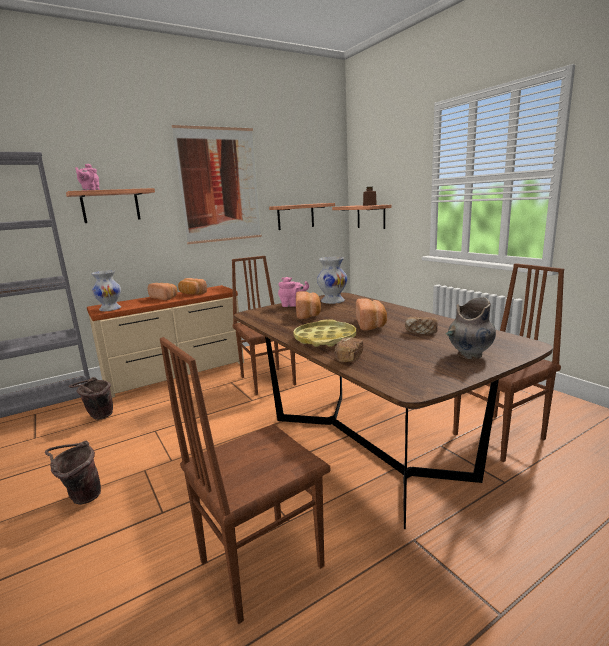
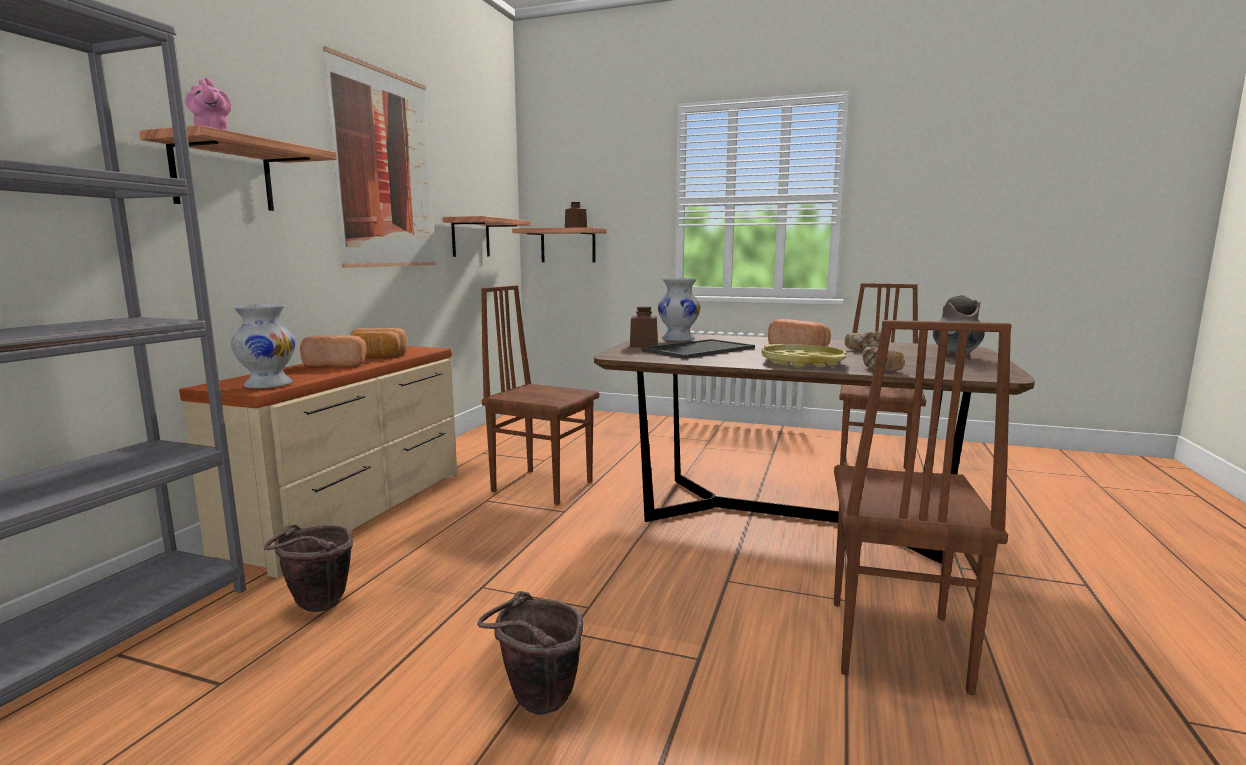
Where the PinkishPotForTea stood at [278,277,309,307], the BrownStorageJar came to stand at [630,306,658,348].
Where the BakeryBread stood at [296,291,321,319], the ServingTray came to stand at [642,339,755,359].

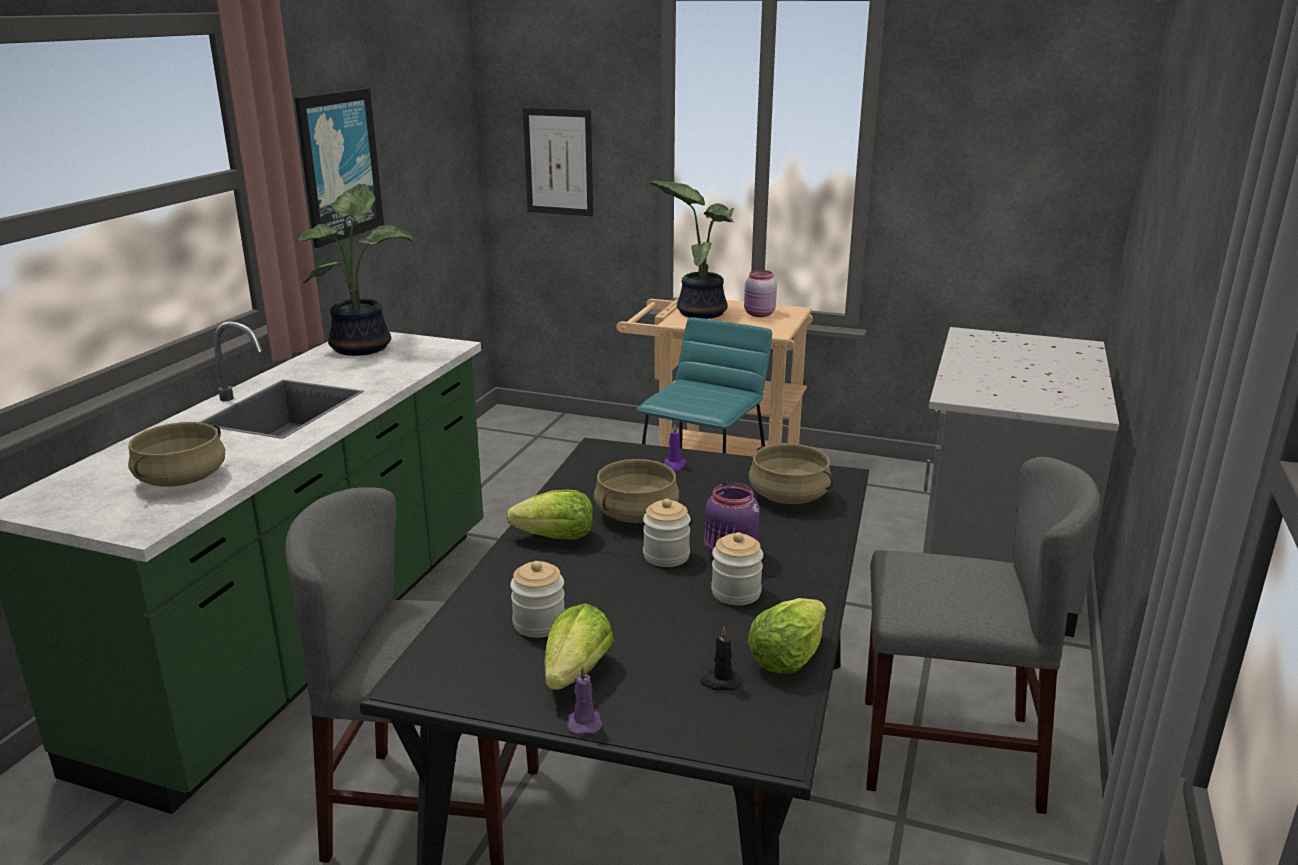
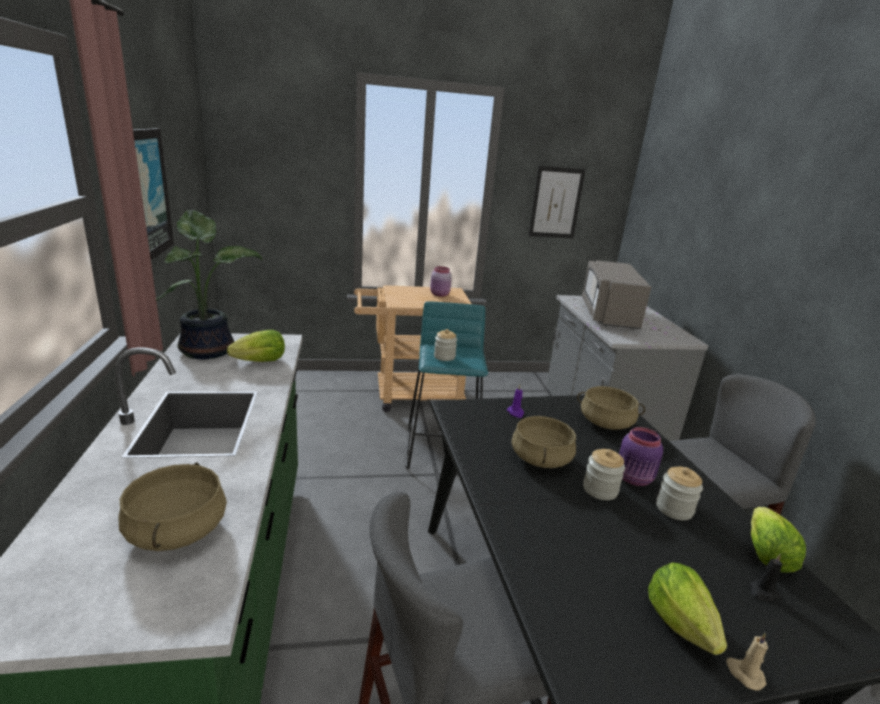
The WallPicture ended up elsewhere, having gone from [523,108,593,216] to [528,166,586,238].
The second view lost the Houseplant at [648,180,734,319].
The LettuceHead ended up elsewhere, having gone from [507,490,593,540] to [227,330,285,362].
The StorageJar ended up elsewhere, having gone from [510,561,565,638] to [434,329,457,361].
What was the PurpleColouredWaxLight at [567,666,603,735] turned into the BeigeWaxLight at [726,633,768,691].
The second view gained the GrayMicrowave at [582,260,651,329].

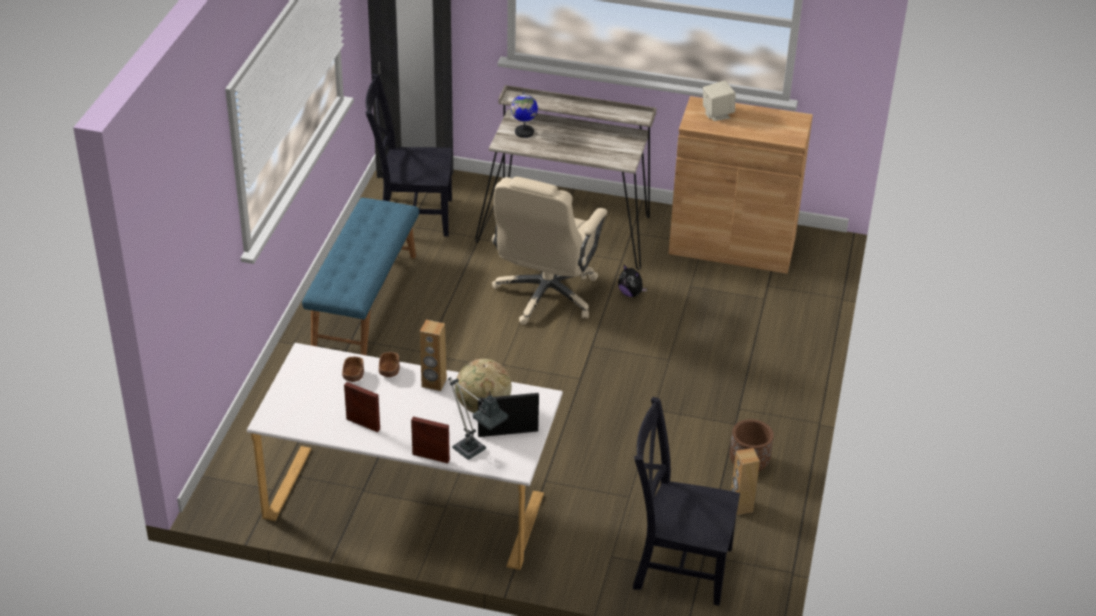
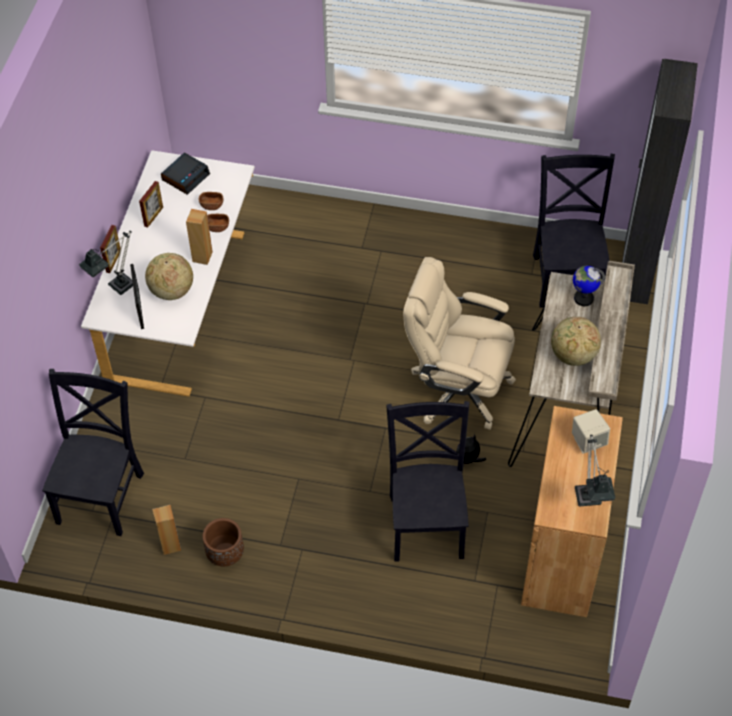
The second view lost the BluishLongSeat at [302,198,419,356].
The second view gained the AlarmClock at [161,153,210,195].
The second view gained the DeskGlobe at [551,317,601,366].
The second view gained the BlackChair at [386,401,470,562].
The second view gained the LampForATable at [575,434,615,506].

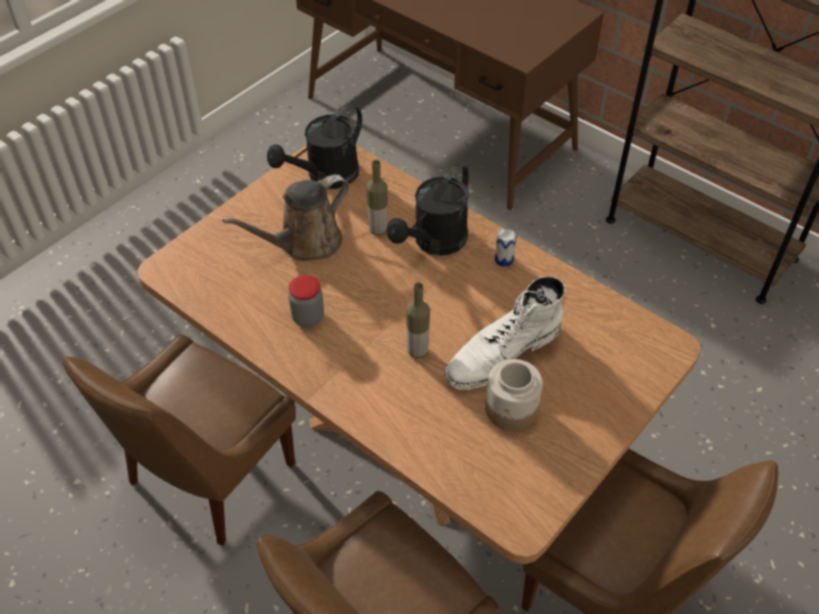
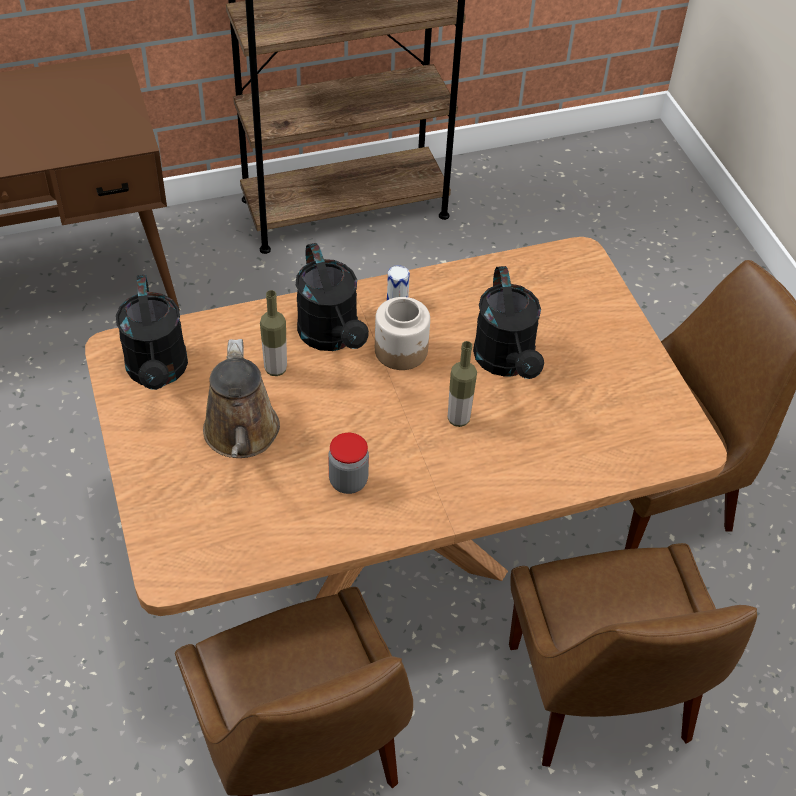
Where the WhitishHighTopBoot stood at [444,276,565,390], the BlackSprinklingCan came to stand at [473,266,544,379].
The StorageJar ended up elsewhere, having gone from [485,359,543,431] to [375,297,430,370].

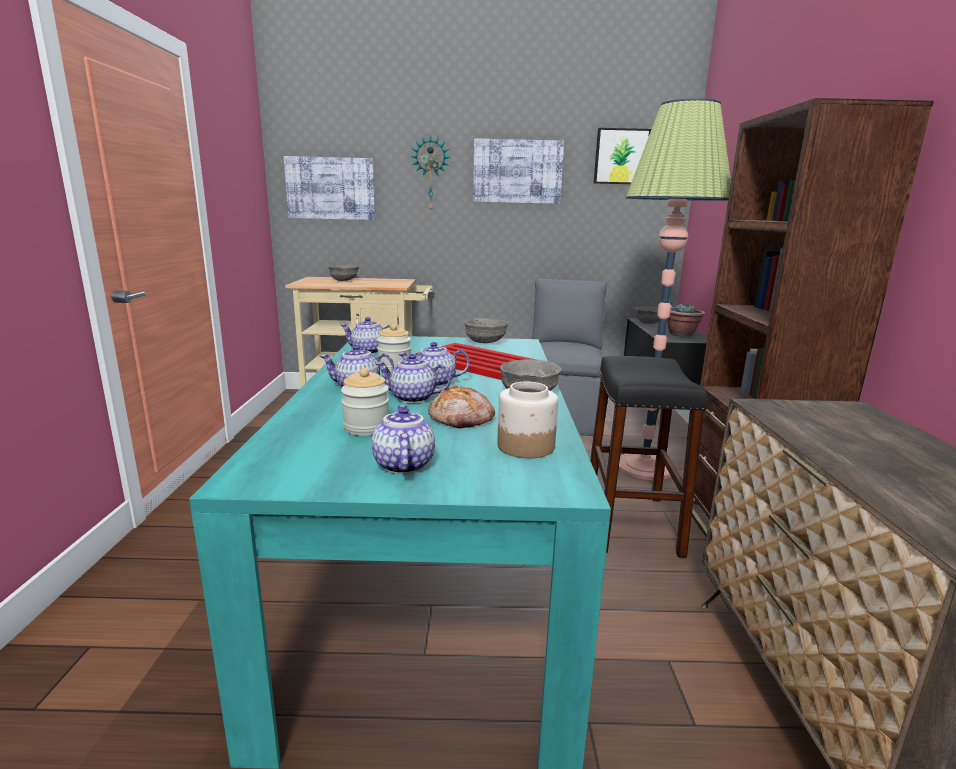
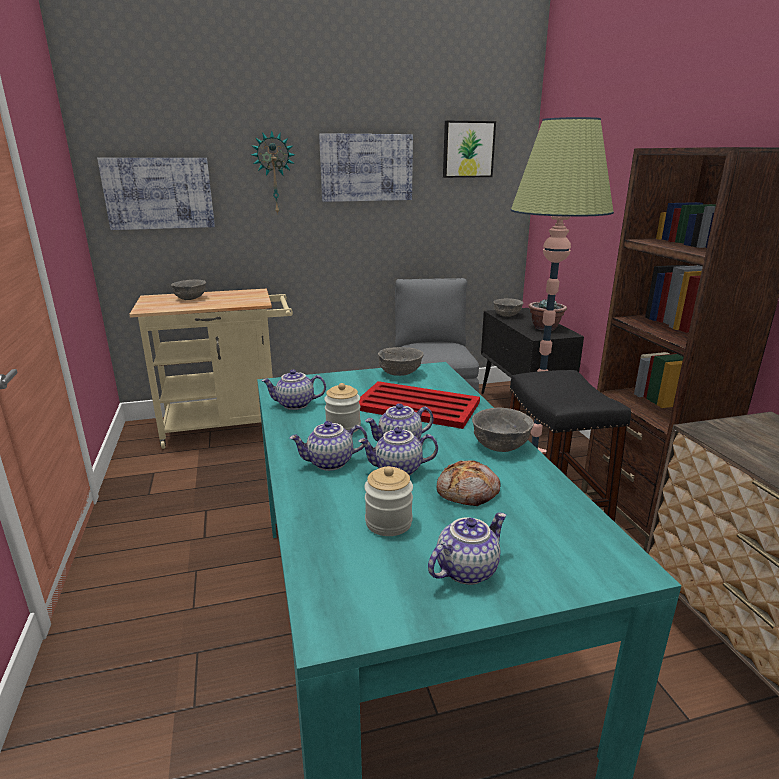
The second view lost the StorageJar at [497,381,558,458].
The PotForTea at [372,405,435,474] ended up facing another way, 75 degrees clockwise from before.

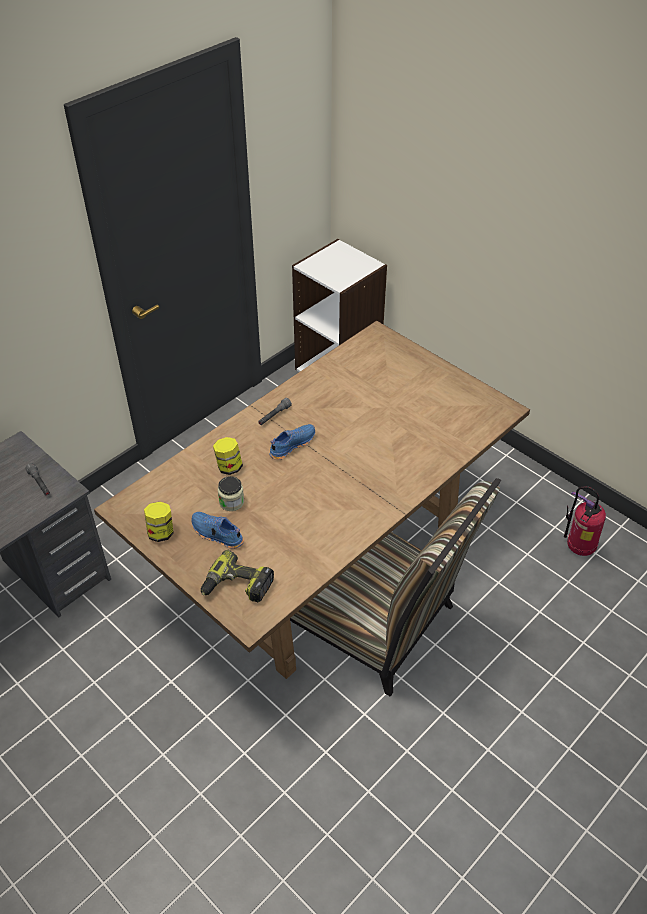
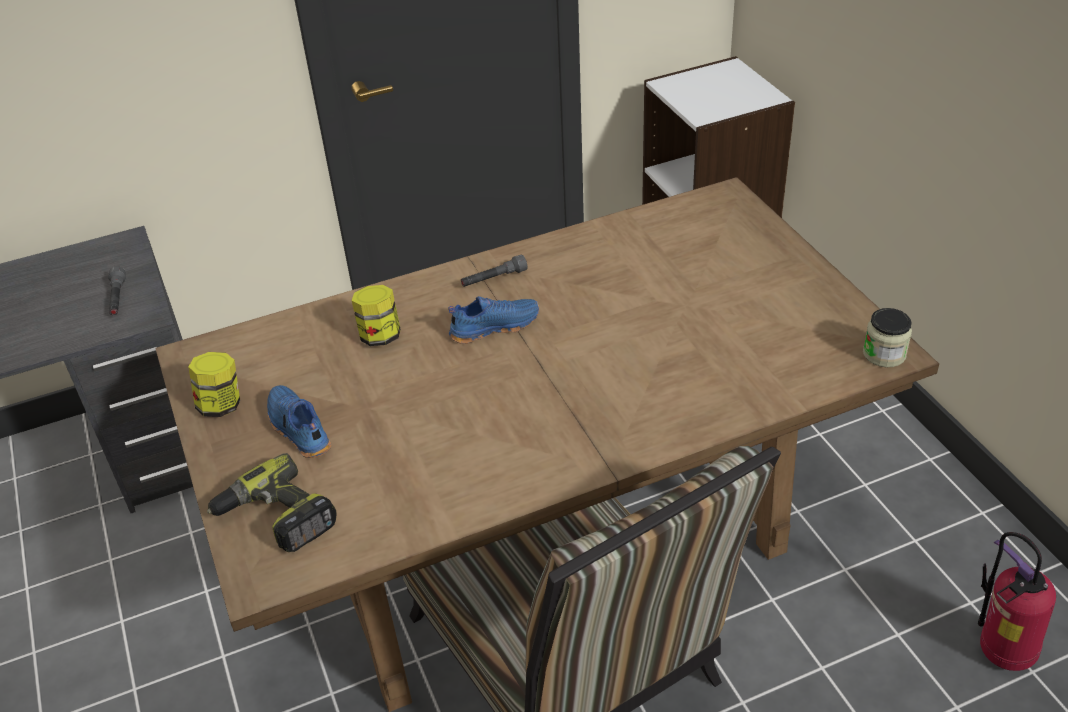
The StorageJar ended up elsewhere, having gone from [218,476,244,511] to [863,308,912,367].

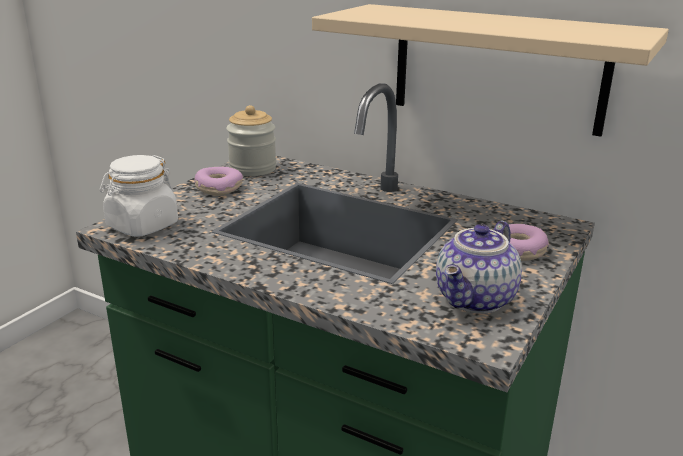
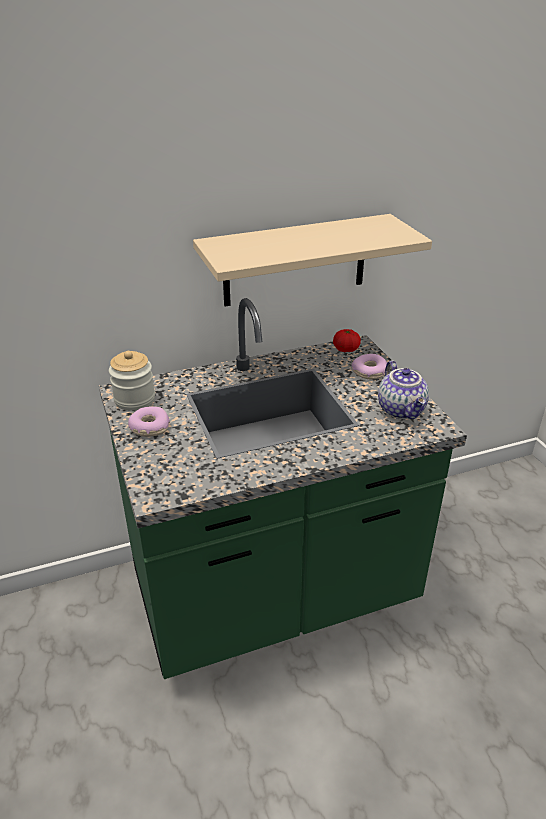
The second view lost the WhitishStorageJar at [100,155,178,237].
The second view gained the FreshTomato at [333,329,361,352].

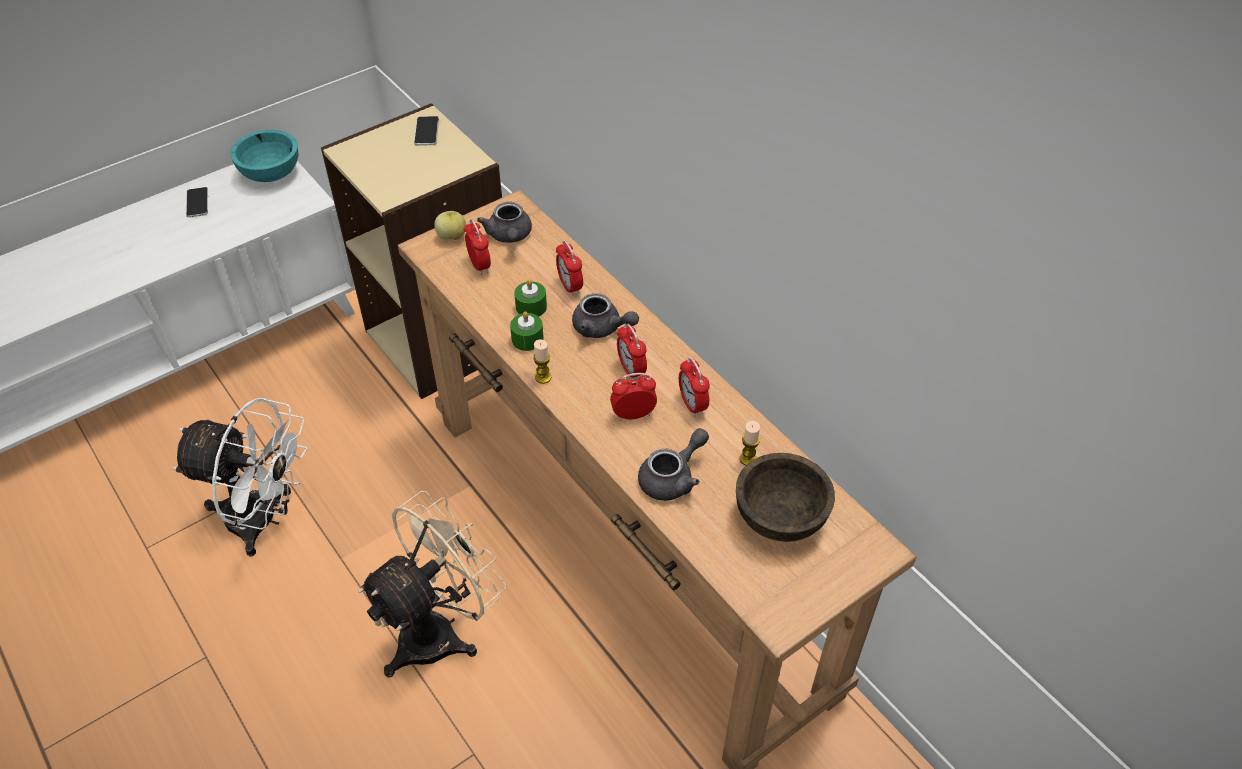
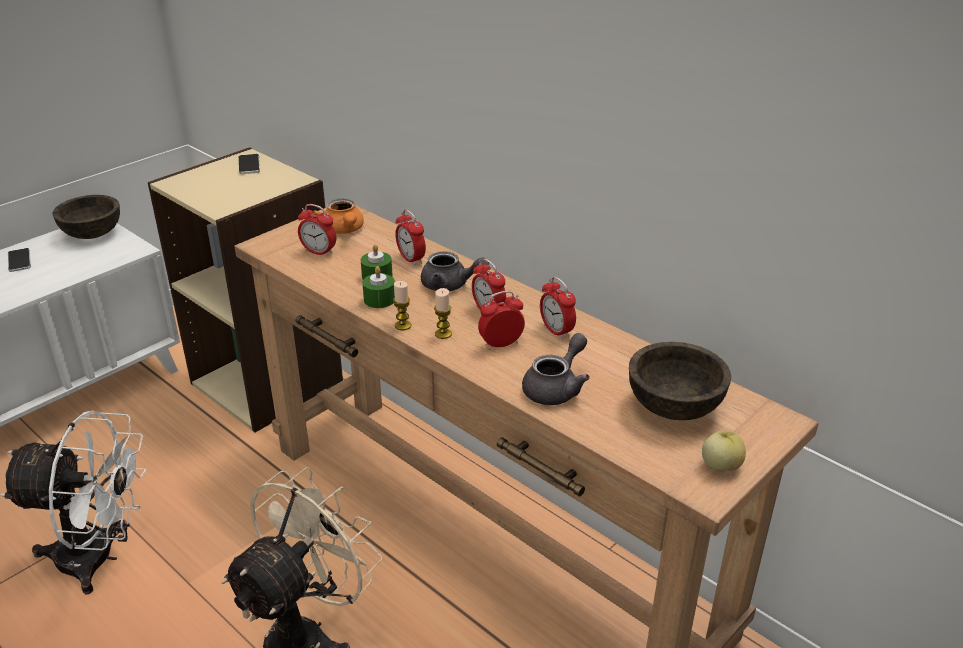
What was the TurquoiseColouredBowl at [230,130,299,182] turned into the BrownBowl at [52,195,120,239].
What was the GrayPotForTea at [477,202,532,243] turned into the OrangeColouredPotForTea at [313,198,364,234].
The WholeApple ended up elsewhere, having gone from [434,211,466,240] to [702,430,746,471].
The AlarmClock at [464,219,491,275] ended up facing another way, 150 degrees clockwise from before.
The WaxLight ended up elsewhere, having gone from [740,421,760,466] to [434,288,452,339].

